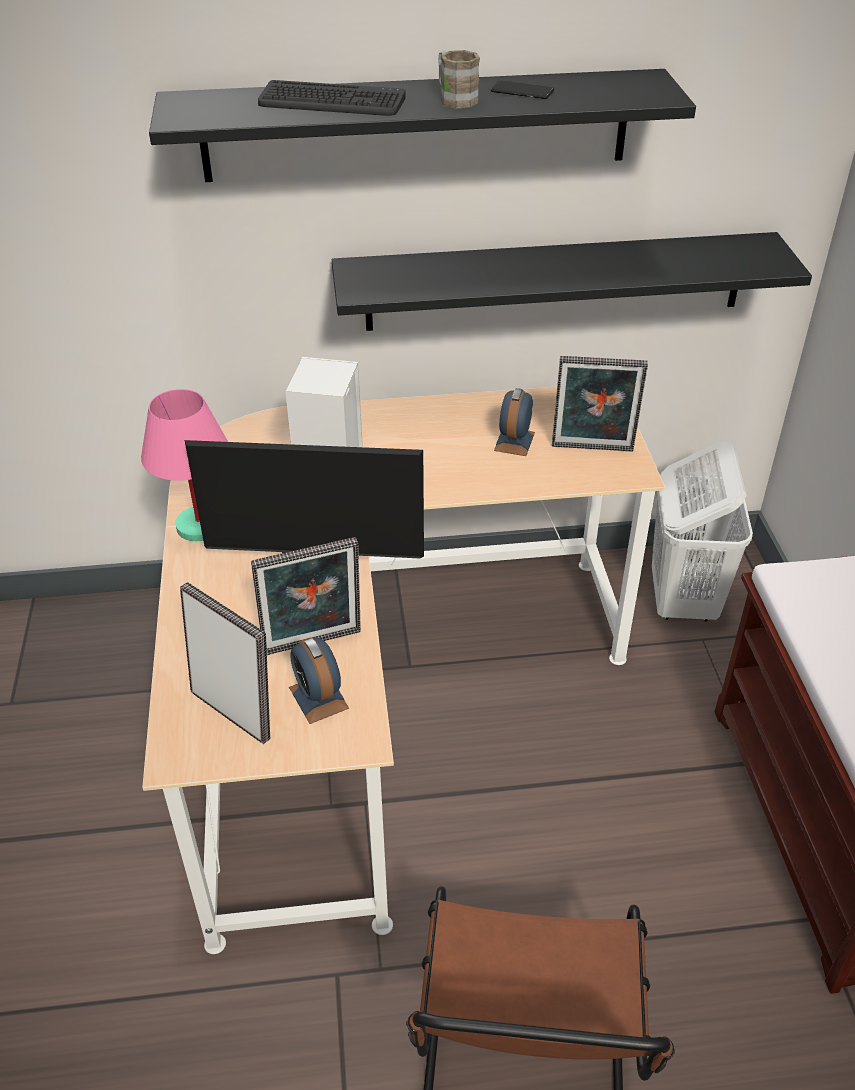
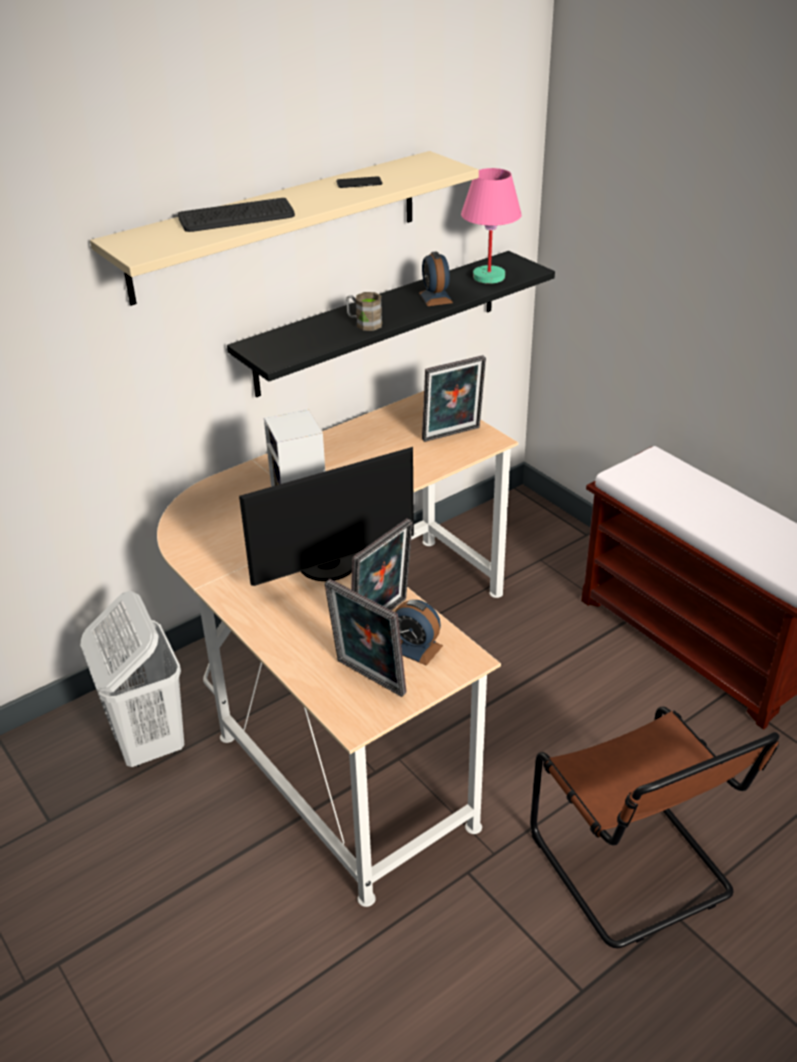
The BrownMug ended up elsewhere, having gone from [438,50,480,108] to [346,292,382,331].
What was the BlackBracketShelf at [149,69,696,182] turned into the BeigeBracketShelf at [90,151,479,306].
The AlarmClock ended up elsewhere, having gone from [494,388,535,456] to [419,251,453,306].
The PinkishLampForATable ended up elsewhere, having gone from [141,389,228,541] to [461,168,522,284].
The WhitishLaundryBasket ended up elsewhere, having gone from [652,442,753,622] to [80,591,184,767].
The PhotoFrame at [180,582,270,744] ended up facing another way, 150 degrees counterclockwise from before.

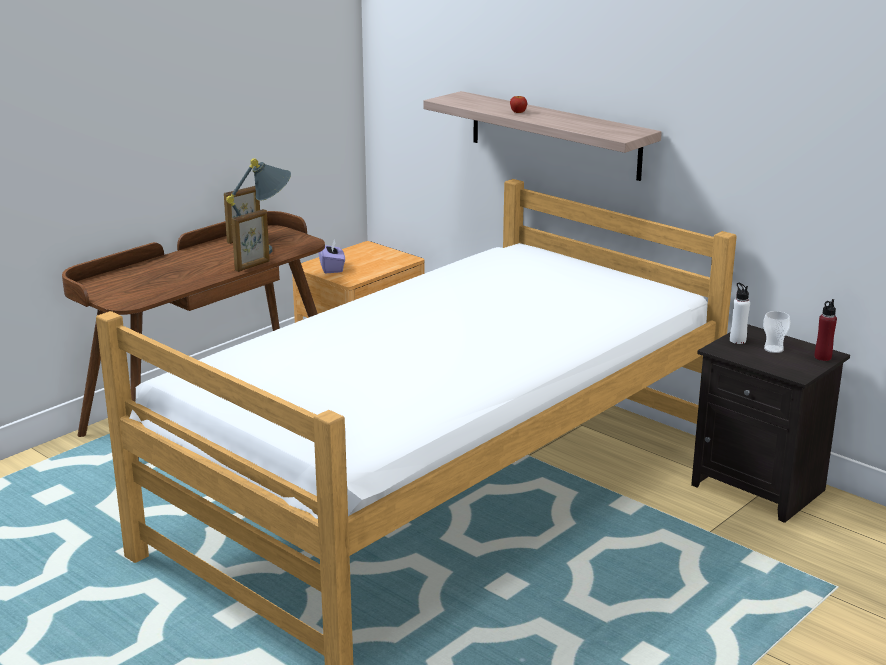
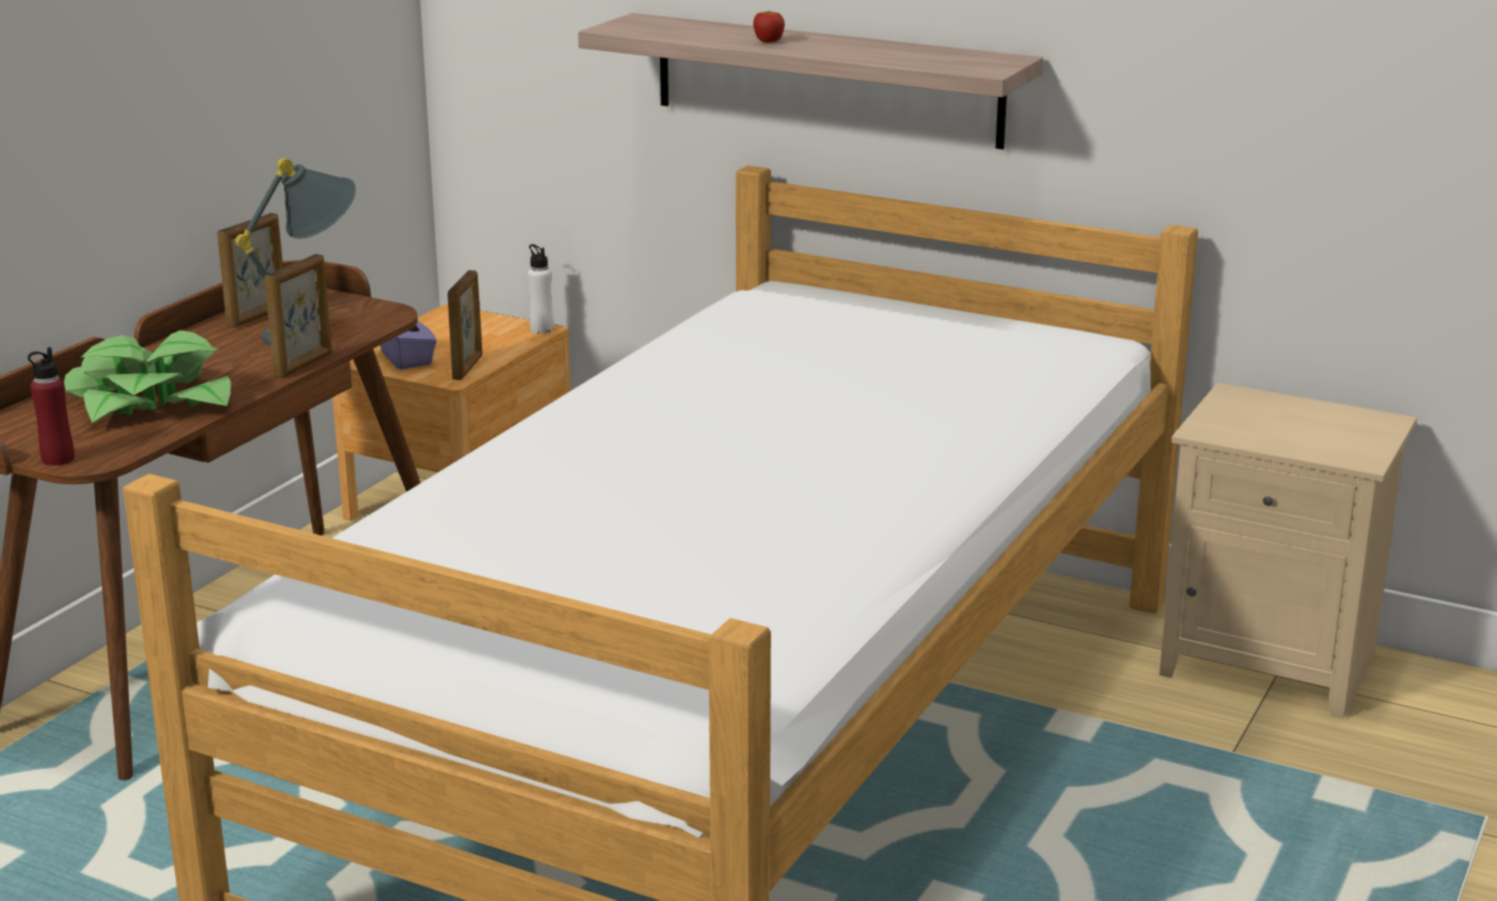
The WhitishBottle ended up elsewhere, having gone from [730,283,750,344] to [528,244,554,334].
The RedBottle ended up elsewhere, having gone from [814,299,837,361] to [28,347,74,466].
The second view lost the Cup at [763,311,790,353].
What was the BlackNightstand at [691,324,850,523] turned into the BeigeNightstand at [1159,383,1417,719].
The second view gained the PhotoFrame at [448,270,482,380].
The second view gained the Houseplant at [64,330,231,423].

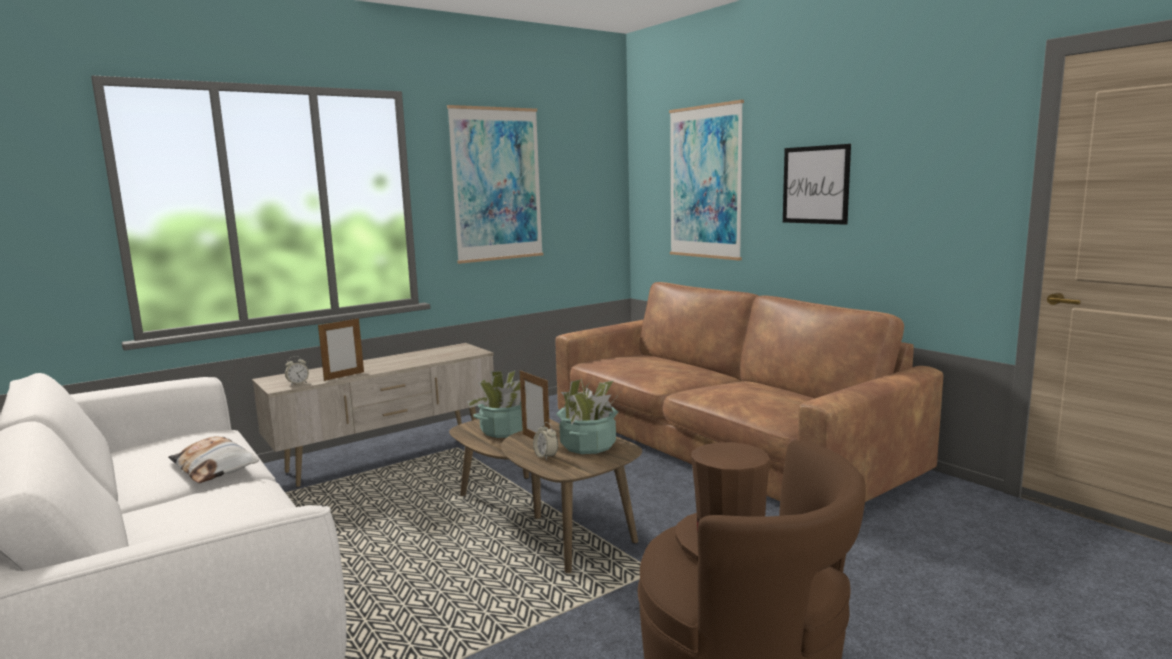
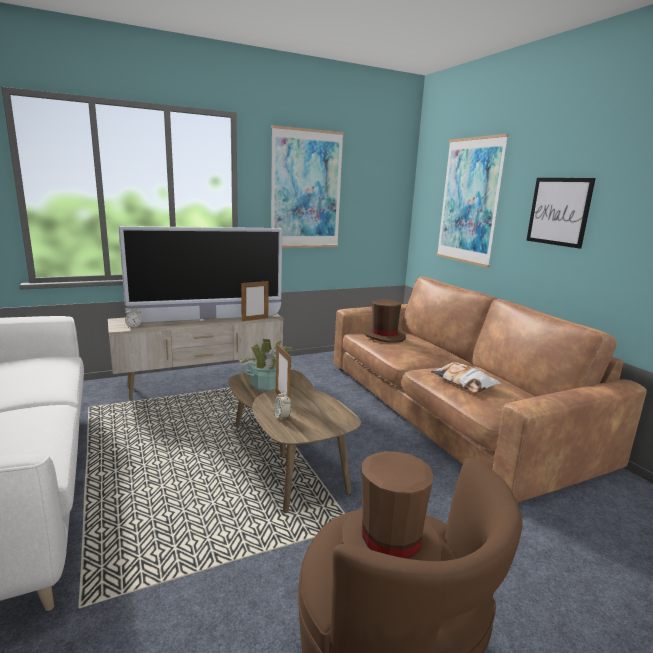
The PhotoFrame ended up elsewhere, having gone from [318,317,364,381] to [241,281,269,321].
The second view lost the Houseplant at [556,379,620,454].
The Pillow ended up elsewhere, having gone from [168,436,259,483] to [431,362,501,393].
The second view gained the Tv at [118,226,282,323].
The second view gained the BrownHat at [364,299,406,343].

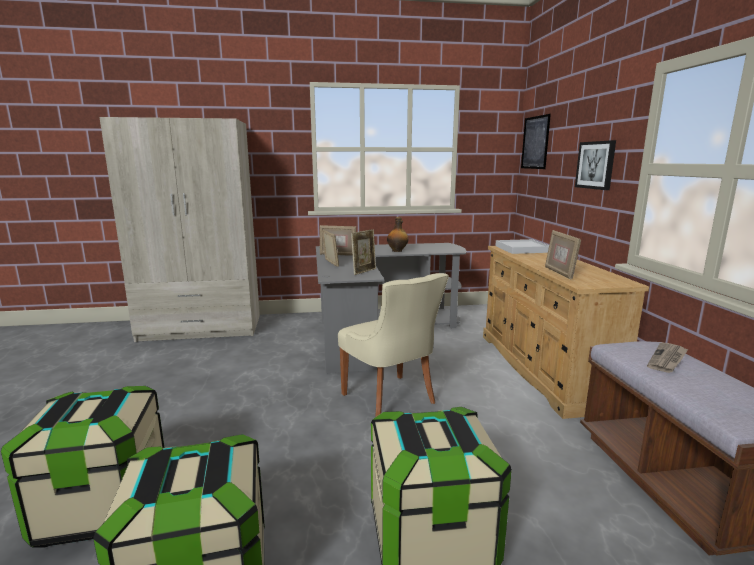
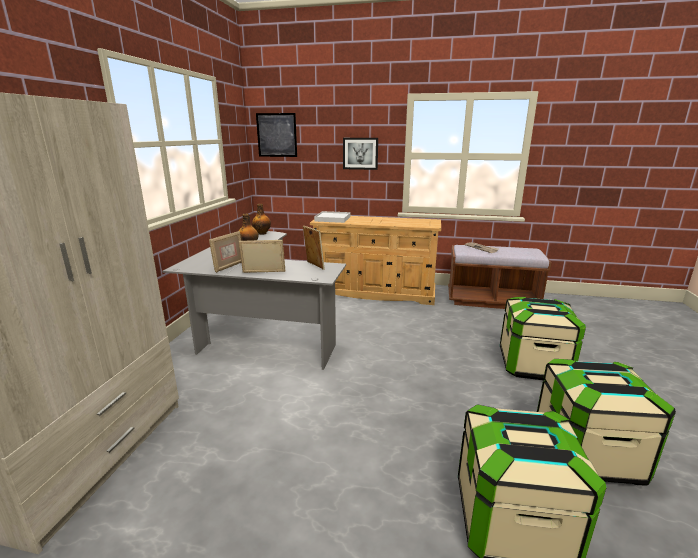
The second view lost the PhotoFrame at [545,230,581,279].
The second view lost the BeigeChair at [338,273,449,417].
The second view gained the Bottle at [252,204,271,235].

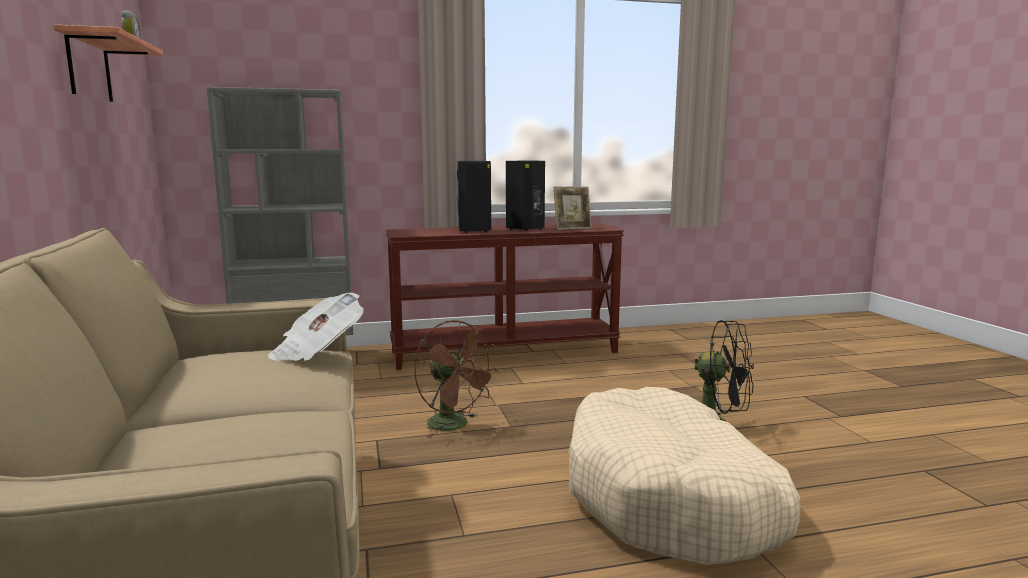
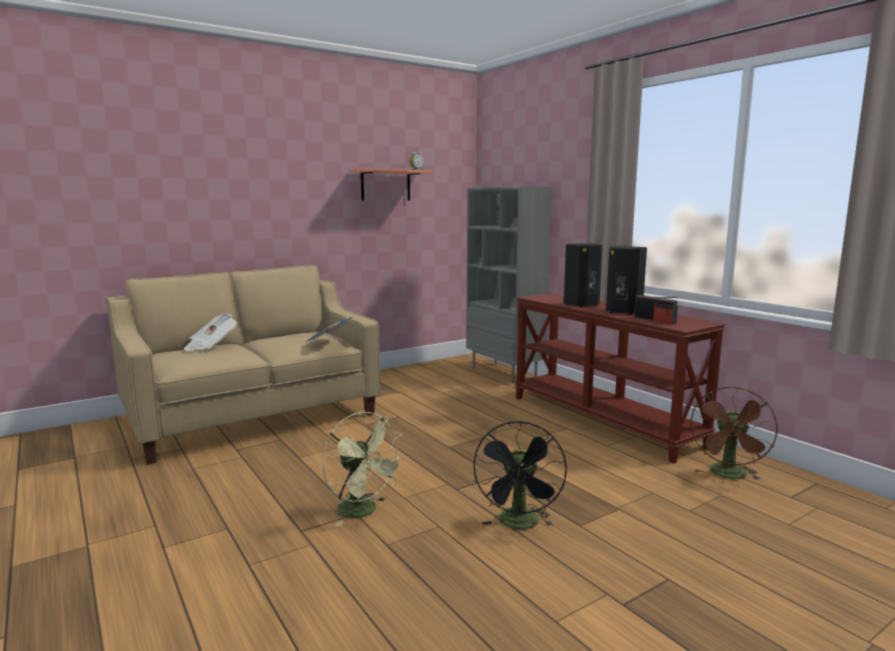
Where the PhotoFrame stood at [554,187,592,230], the Radio came to stand at [634,295,678,324].
The BrownFan ended up elsewhere, having gone from [414,320,498,438] to [691,387,778,480].
Where the BeigePetBed stood at [569,387,801,565], the GreenishFan came to stand at [323,412,405,526].
The second view gained the DailyPaper at [184,314,237,351].

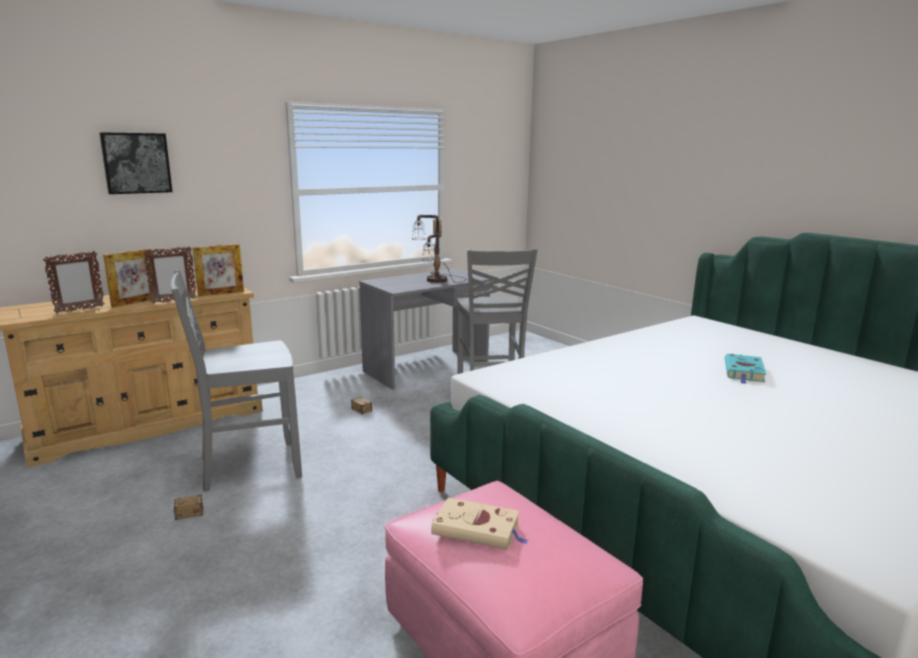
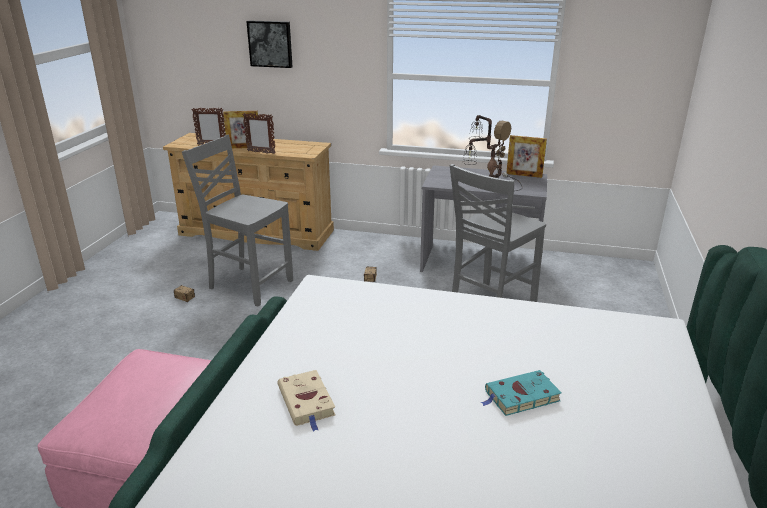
The PhotoFrame ended up elsewhere, having gone from [192,244,244,297] to [506,135,547,178].
The BeigeBook ended up elsewhere, having gone from [431,498,529,550] to [278,370,336,432].

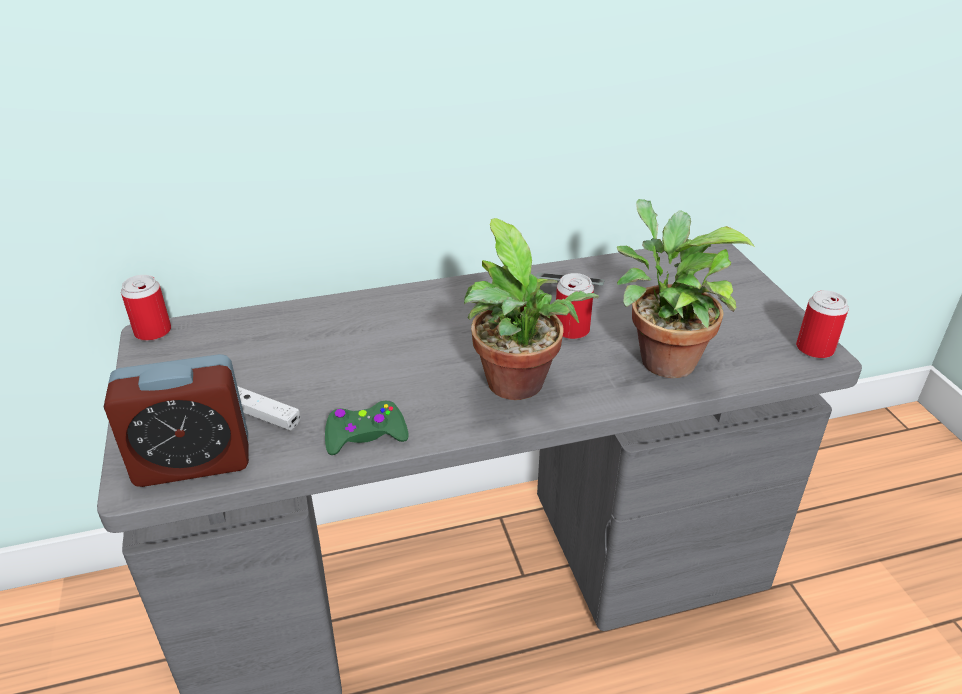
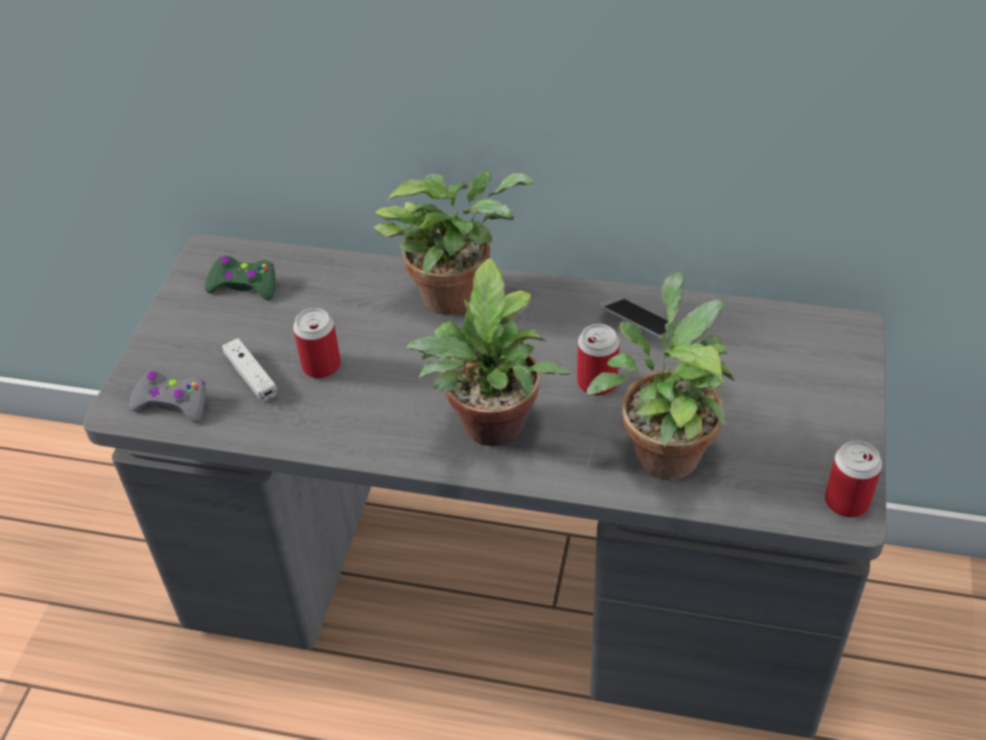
The MetalCan ended up elsewhere, having gone from [121,275,171,341] to [293,308,341,378].
Where the AlarmClock stood at [104,354,249,487], the GrayGamepad came to stand at [129,370,206,423].
The GreenishGamepad ended up elsewhere, having gone from [325,401,409,455] to [205,256,275,300].
The second view gained the Houseplant at [373,172,536,315].

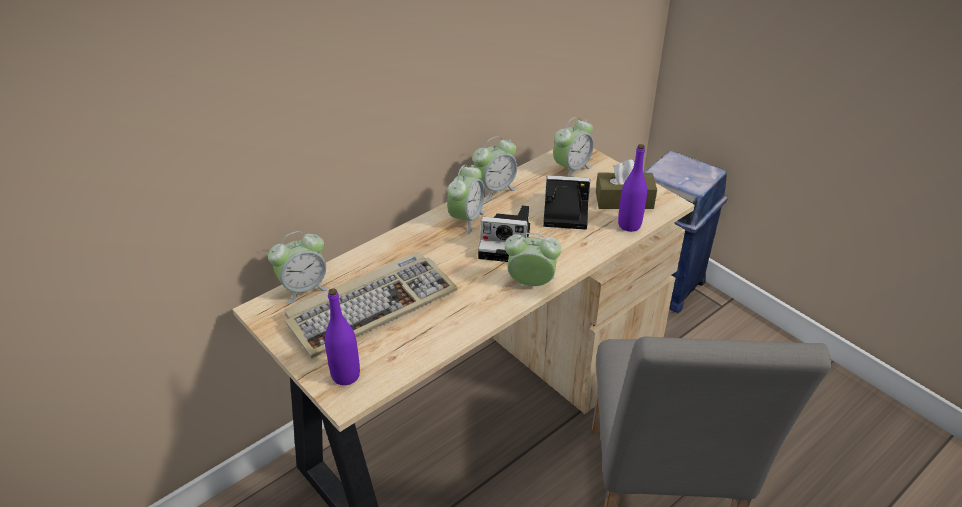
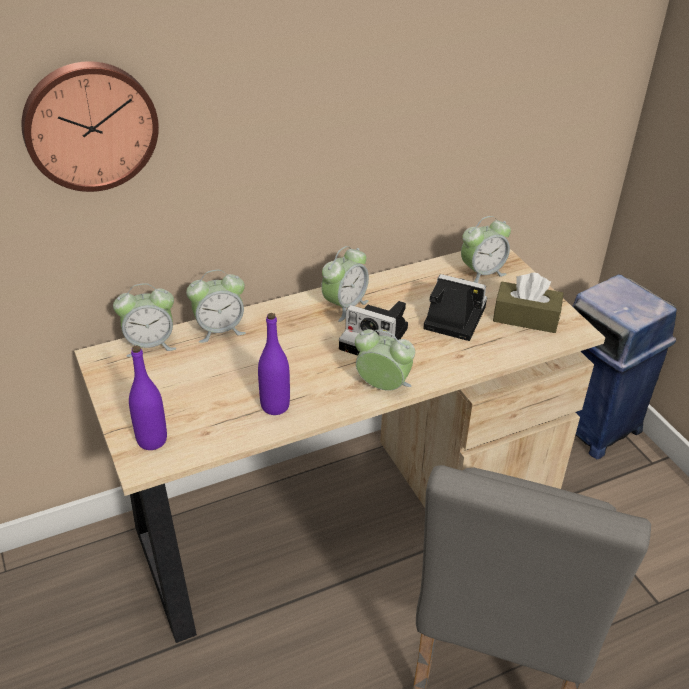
The AlarmClock ended up elsewhere, having gone from [472,136,517,202] to [186,270,246,343].
The PurpleColouredBottle ended up elsewhere, having gone from [618,144,647,232] to [258,313,290,415].
The second view lost the ComputerKeyboard at [284,252,458,358].
The second view gained the WallClock at [21,61,159,192].

